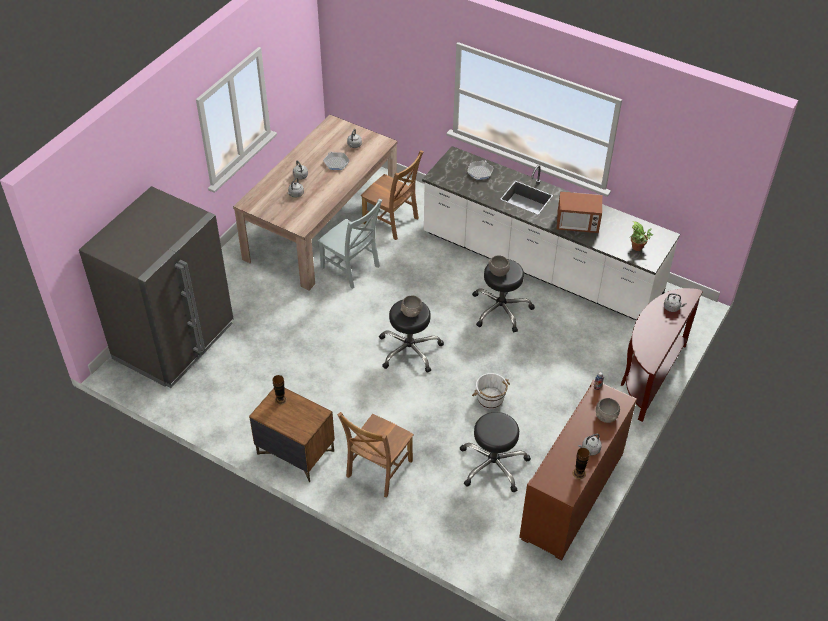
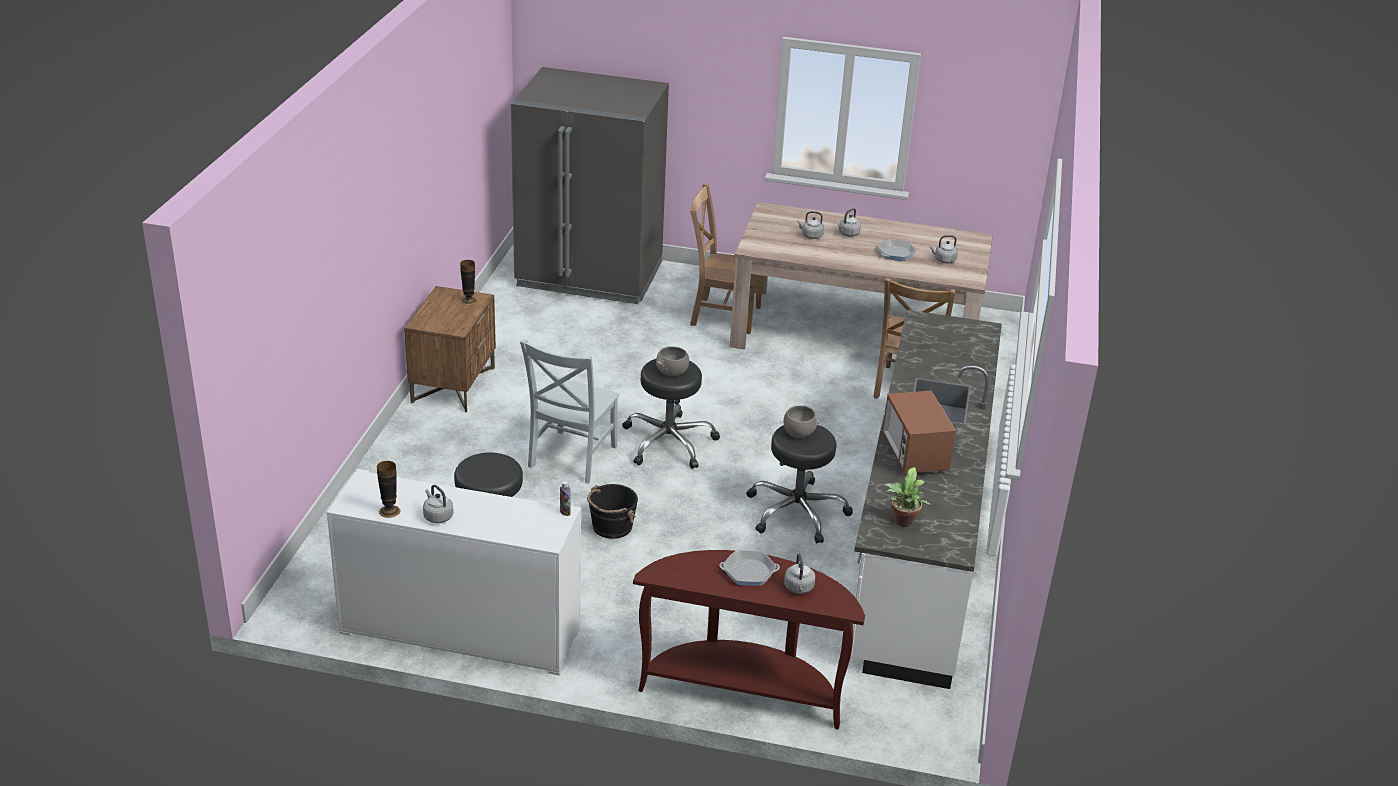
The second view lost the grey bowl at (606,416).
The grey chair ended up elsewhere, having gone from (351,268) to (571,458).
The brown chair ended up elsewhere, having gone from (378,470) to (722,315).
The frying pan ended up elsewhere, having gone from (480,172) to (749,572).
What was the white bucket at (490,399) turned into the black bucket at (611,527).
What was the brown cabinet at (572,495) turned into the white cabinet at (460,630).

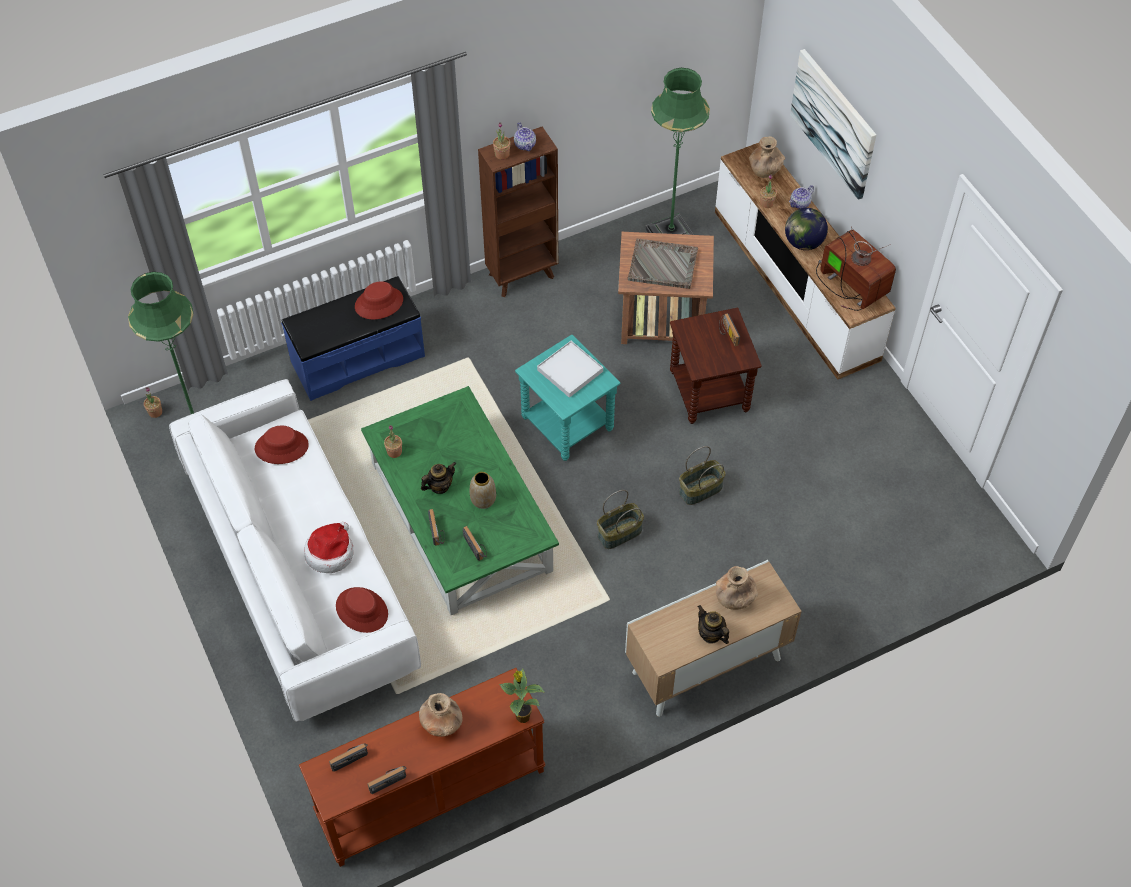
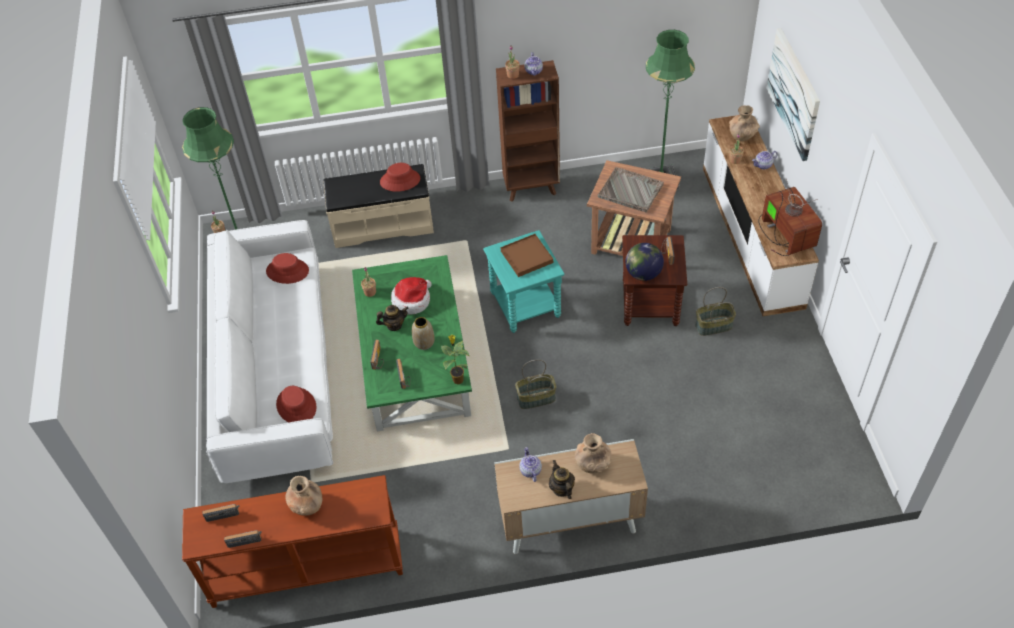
The second view gained the teapot at (530,470).
The hat ended up elsewhere, having gone from (330,552) to (412,300).
The potted plant ended up elsewhere, having gone from (522,715) to (458,379).
The basket ended up elsewhere, having gone from (700,490) to (713,326).
The globe ended up elsewhere, having gone from (803,243) to (643,274).
What was the blue bench at (357,358) turned into the beige bench at (382,224).
What was the white tray at (570,371) turned into the brown tray at (526,257).

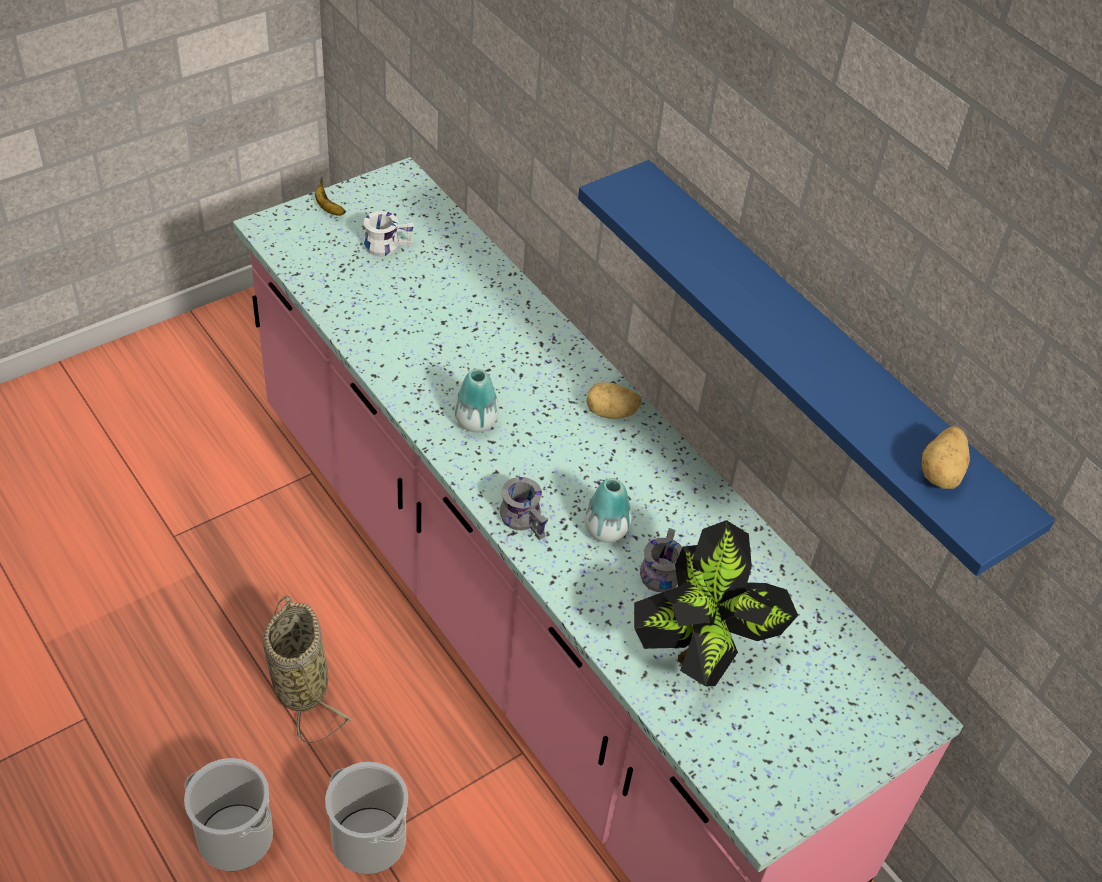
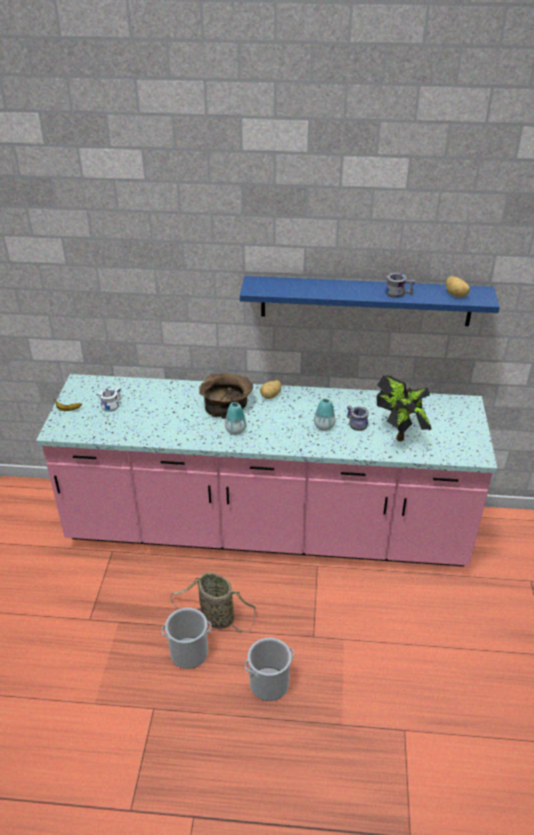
The second view gained the brown bowl at (226,404).
The bucket ended up elsewhere, having gone from (369,840) to (189,652).
The grey mug ended up elsewhere, having gone from (526,518) to (397,292).

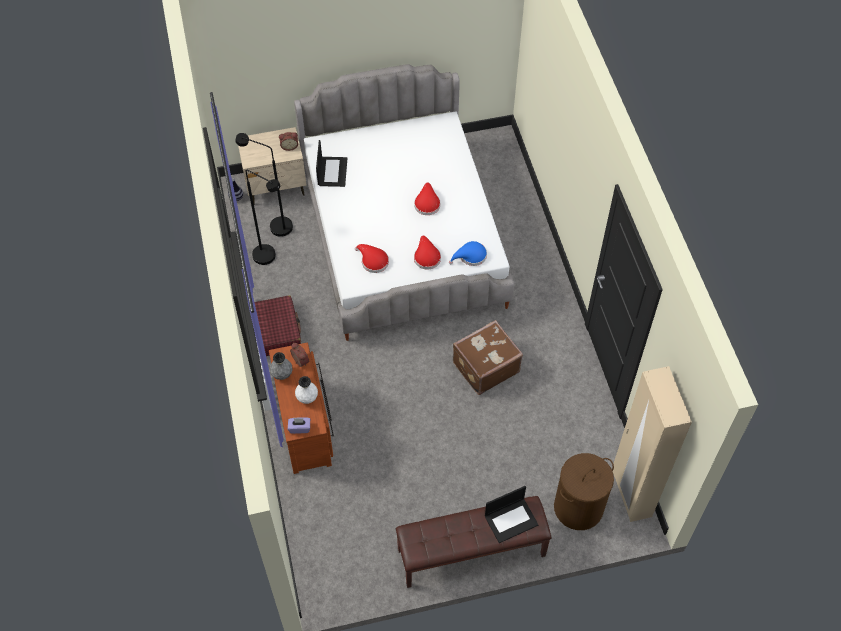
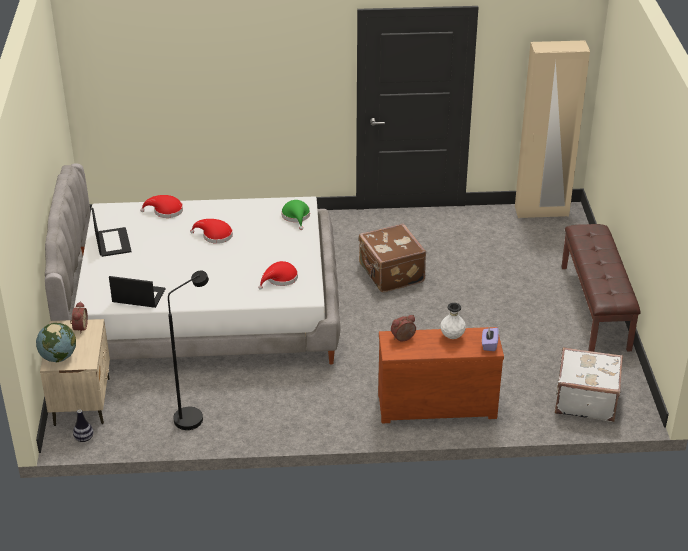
The second view lost the black floor lamp at (275,226).
The second view lost the red suitcase at (276,331).
The second view lost the grey vase at (282,374).
The second view lost the brown laundry basket at (578,508).
The second view gained the globe at (58,357).
The second view gained the white suitcase at (585,400).
The red hat ended up elsewhere, having gone from (426,257) to (165,211).
The laptop ended up elsewhere, having gone from (511,520) to (112,242).
What was the blue hat at (470,256) turned into the green hat at (296,216).

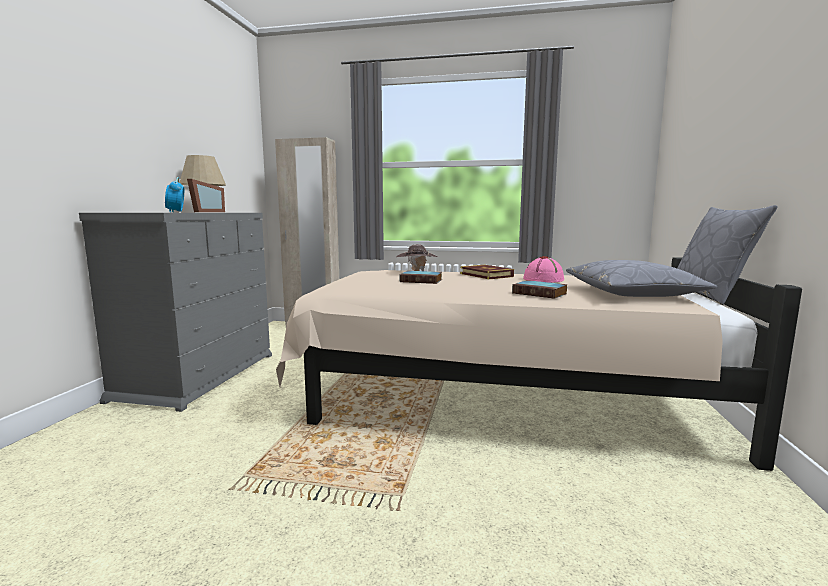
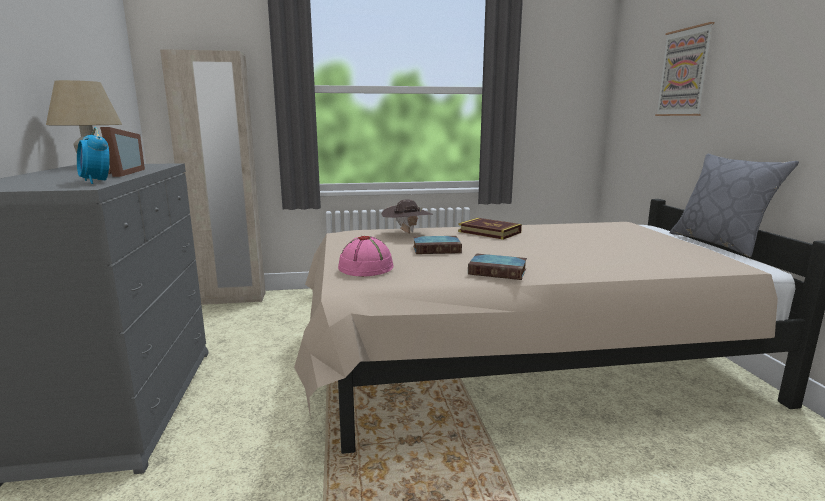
The second view lost the grey pillow at (631,293).
The second view gained the picture at (684,72).
The book ended up elsewhere, having gone from (541,293) to (499,271).
The pink hat ended up elsewhere, having gone from (543,279) to (366,267).

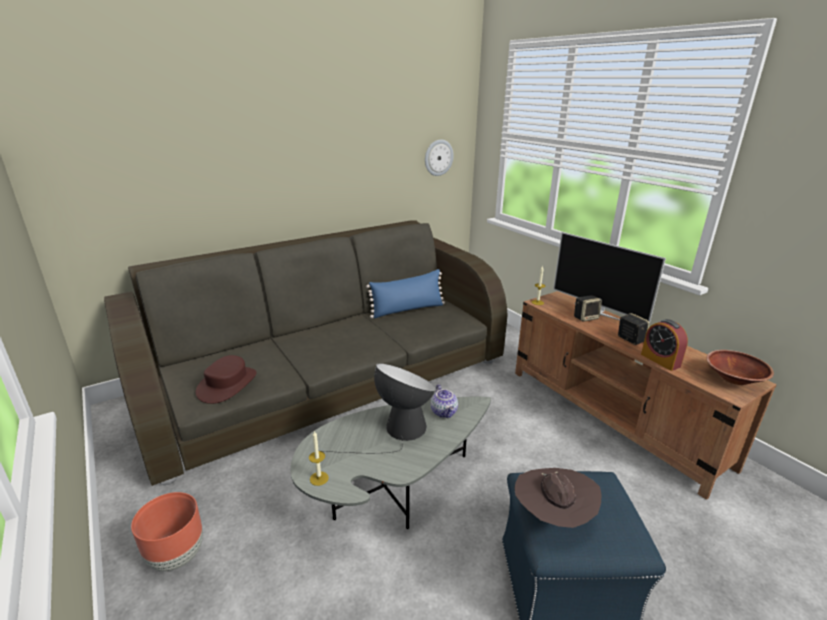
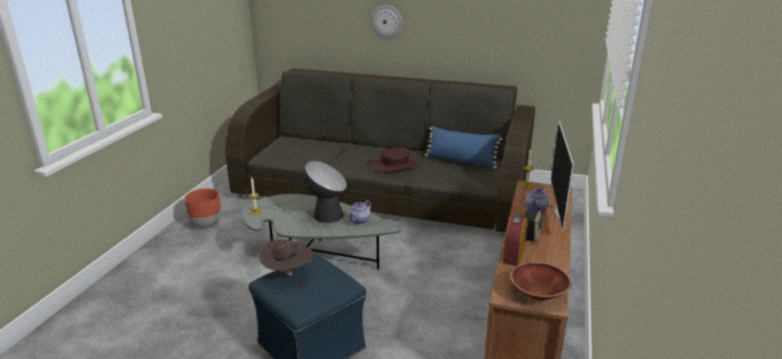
The brown hat ended up elsewhere, having gone from (227,384) to (394,166).
The wall clock ended up elsewhere, having gone from (438,157) to (387,21).
Where the speaker stood at (586,317), the teapot came to stand at (536,209).

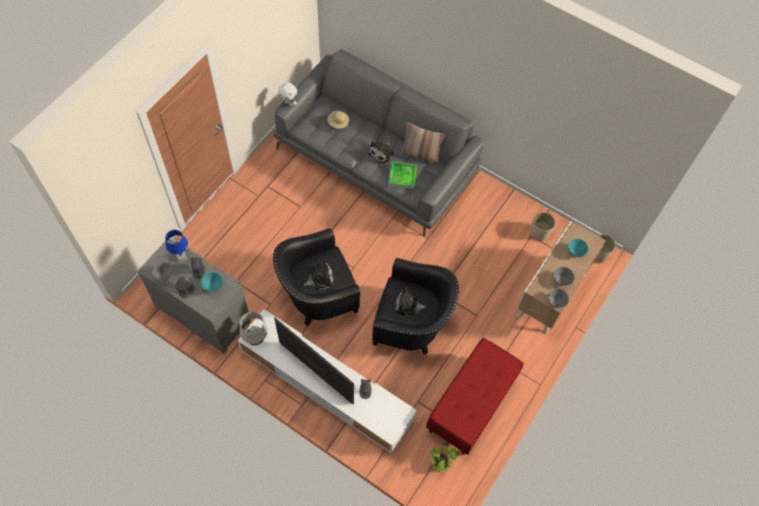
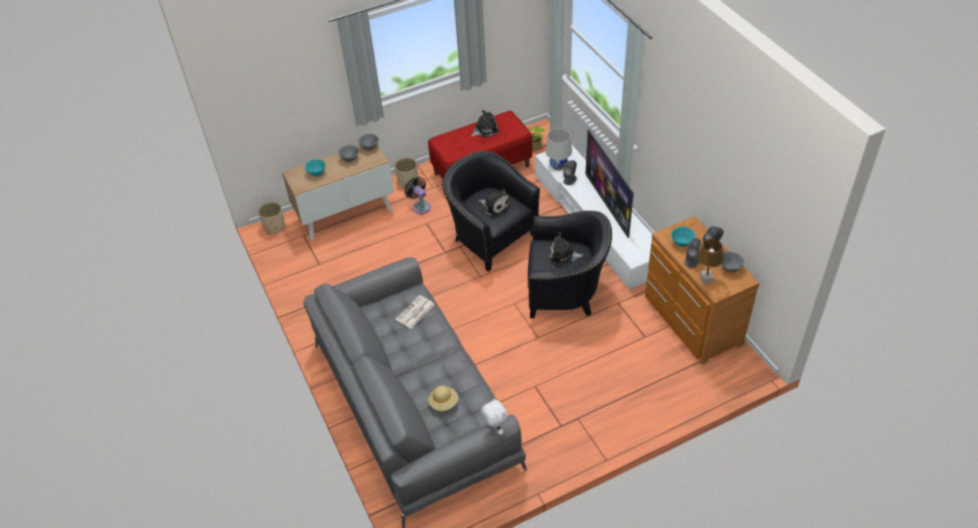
The second view lost the pillow at (420,155).
The second view gained the black fan at (420,206).
The white table lamp ended up elsewhere, having gone from (255,338) to (558,165).
The plush toy ended up elsewhere, having gone from (382,153) to (485,129).
The beige planter ended up elsewhere, having gone from (539,232) to (408,182).
Where the tray stood at (402,176), the newspaper came to stand at (415,312).
What was the grey dresser at (204,311) turned into the brown dresser at (690,321).
What was the blue table lamp at (181,257) turned into the brown table lamp at (706,278).

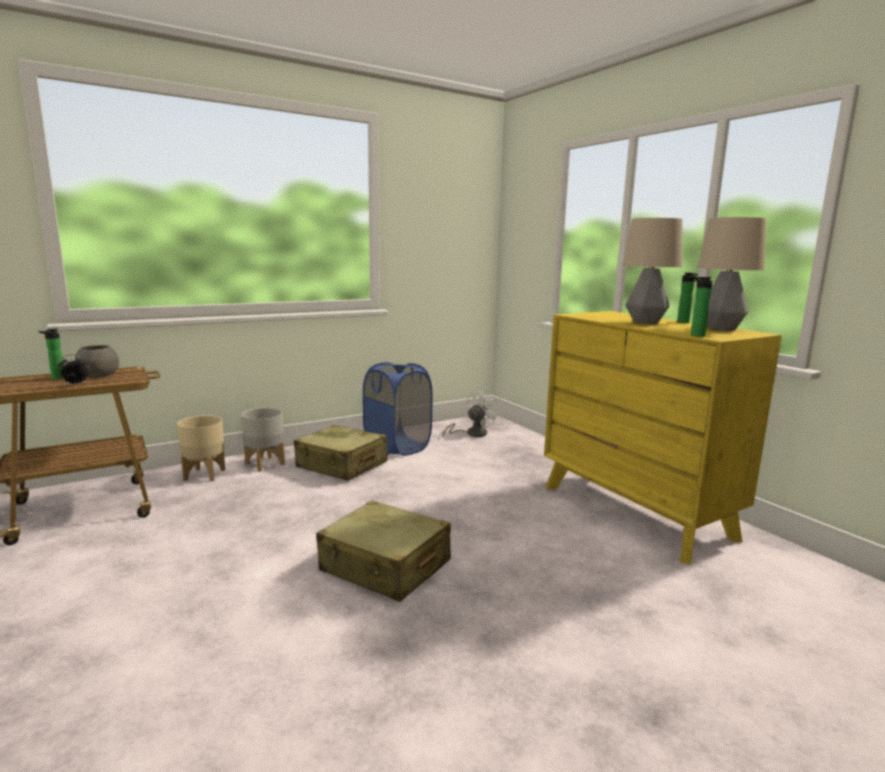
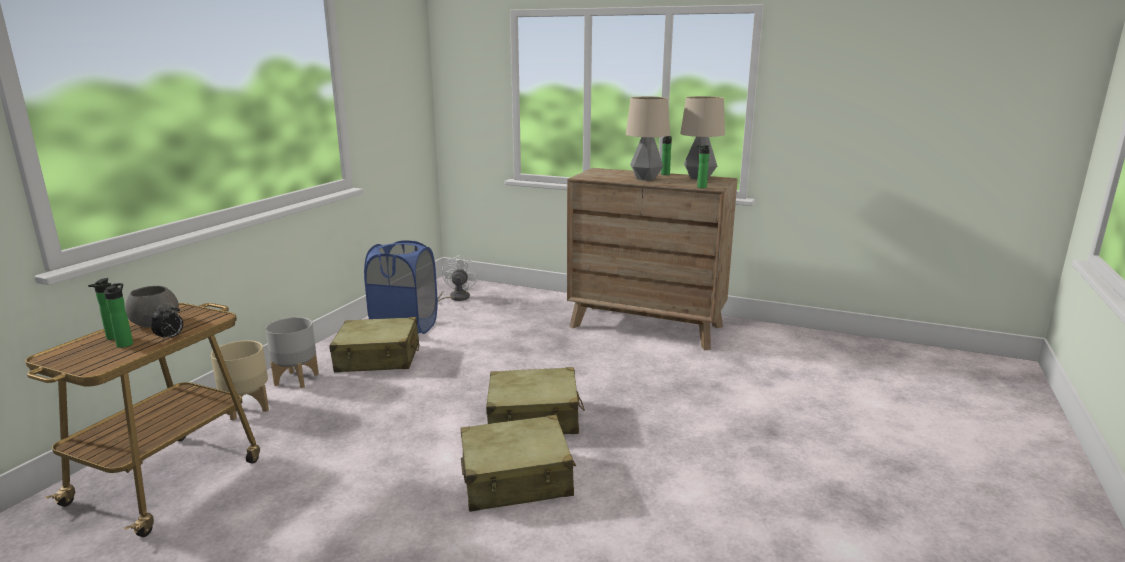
The second view gained the bottle at (126,344).
The second view gained the beige suitcase at (516,479).
What was the yellow dresser at (635,511) turned into the brown dresser at (646,326).

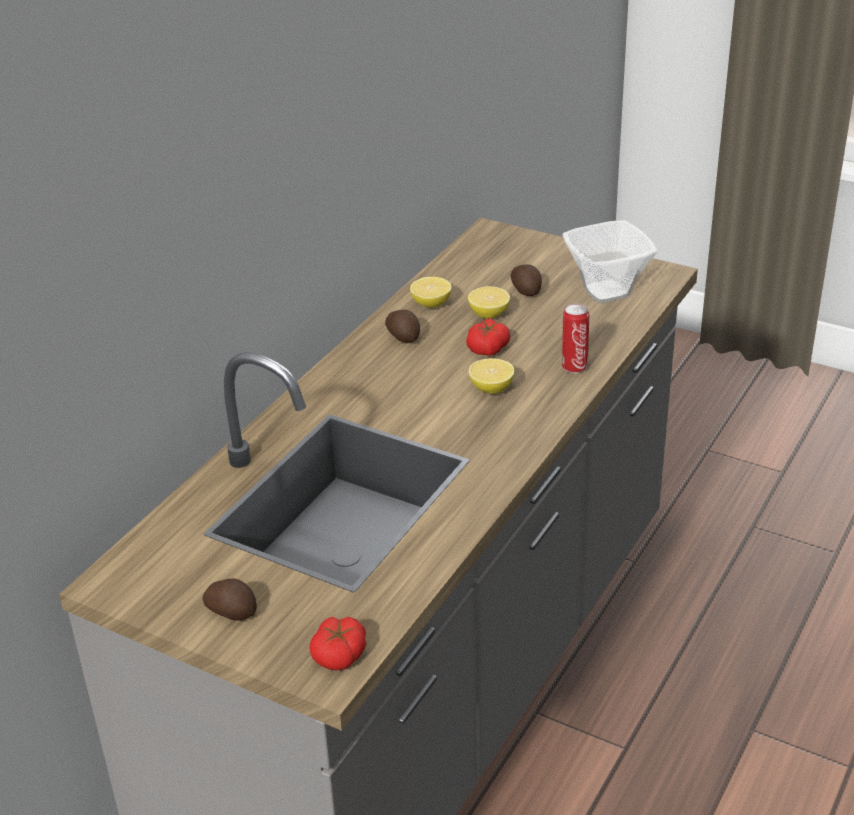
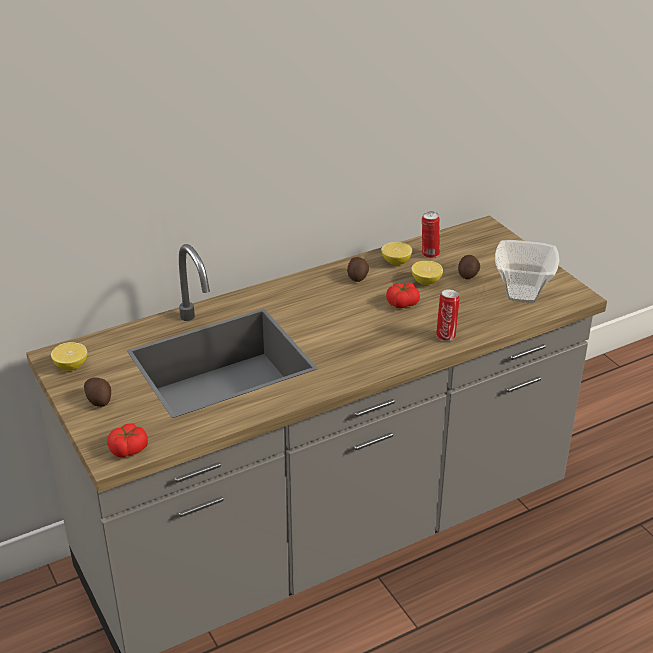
The second view gained the can at (429,254).
The lemon ended up elsewhere, having gone from (491,388) to (71,366).

